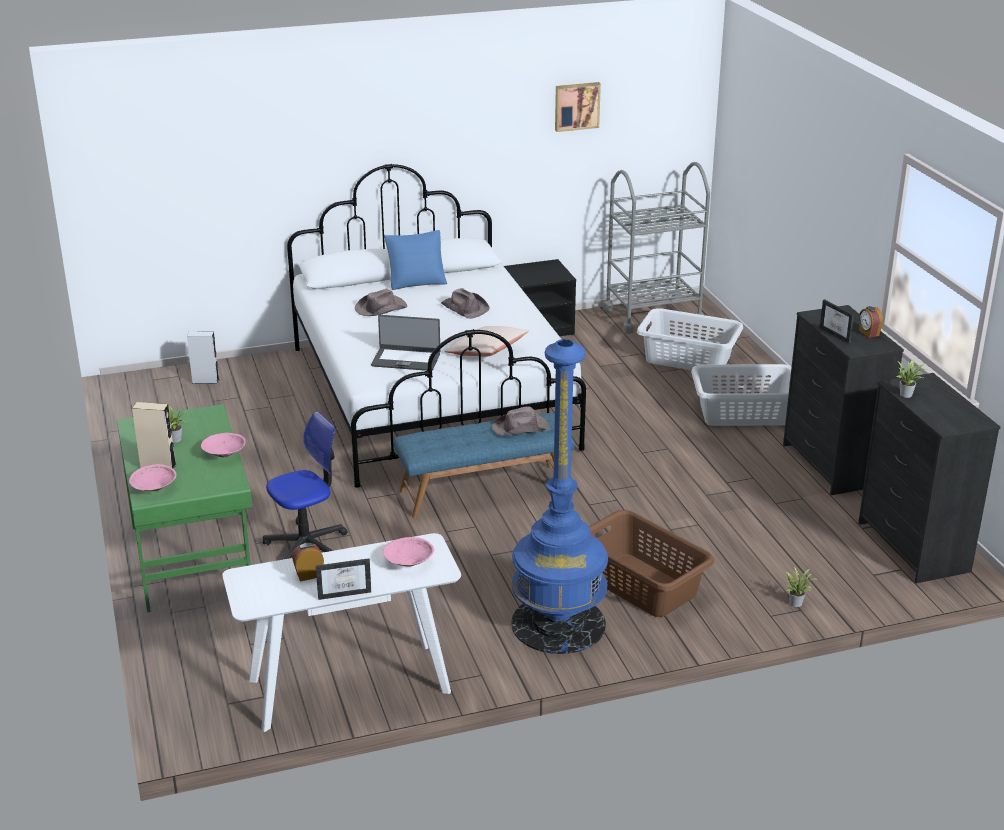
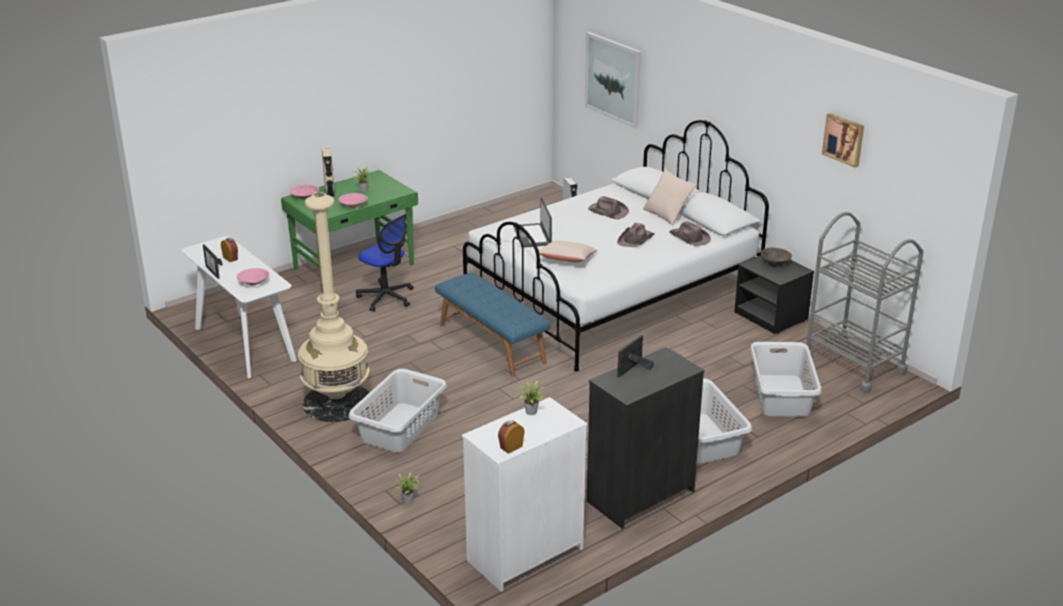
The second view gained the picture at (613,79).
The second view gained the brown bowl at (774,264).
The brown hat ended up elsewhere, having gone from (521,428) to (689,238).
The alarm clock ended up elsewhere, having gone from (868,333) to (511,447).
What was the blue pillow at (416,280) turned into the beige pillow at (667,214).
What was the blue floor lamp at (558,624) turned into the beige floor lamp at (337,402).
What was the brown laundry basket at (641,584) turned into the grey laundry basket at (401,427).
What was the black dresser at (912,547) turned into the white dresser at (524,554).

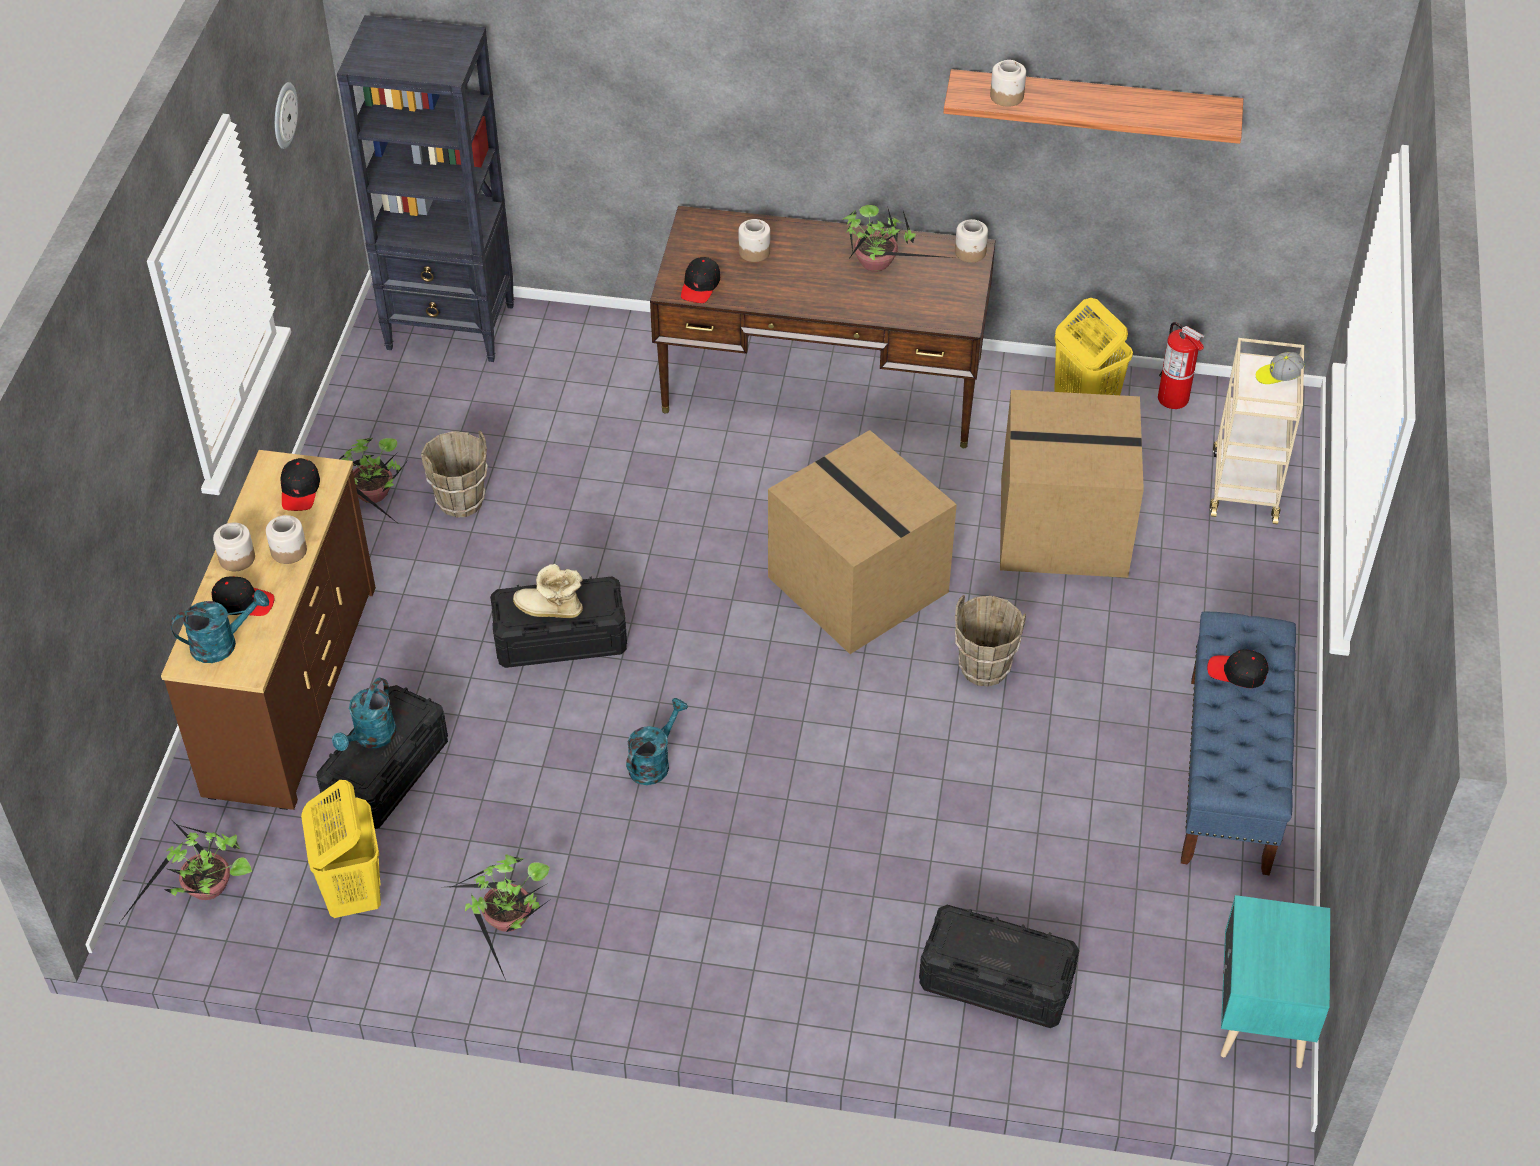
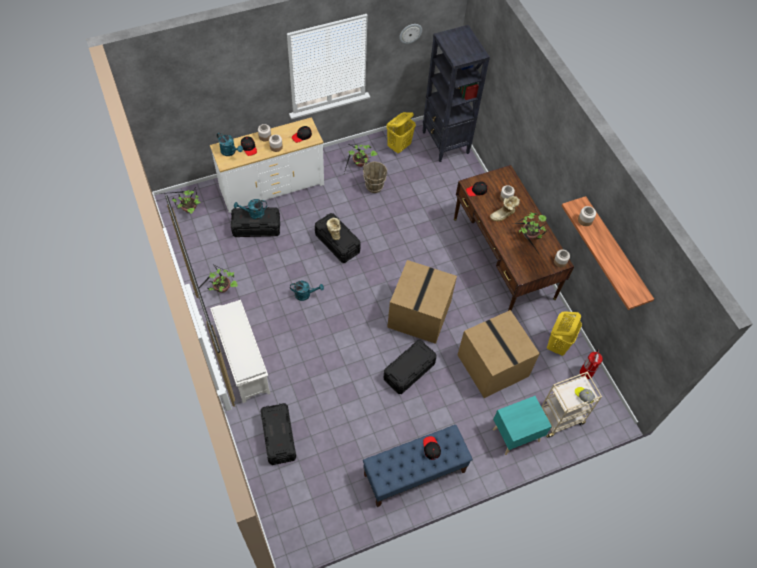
The second view gained the white shoe rack at (243,362).
The second view gained the boot at (503,215).
The yellow laundry basket ended up elsewhere, having gone from (353,892) to (399,146).
The turquoise nightstand ended up elsewhere, having gone from (1259,1018) to (515,434).
Where the brown bucket stood at (984,669), the black storage box came to stand at (409,371).
What was the brown dresser at (290,689) turned into the white dresser at (272,186).

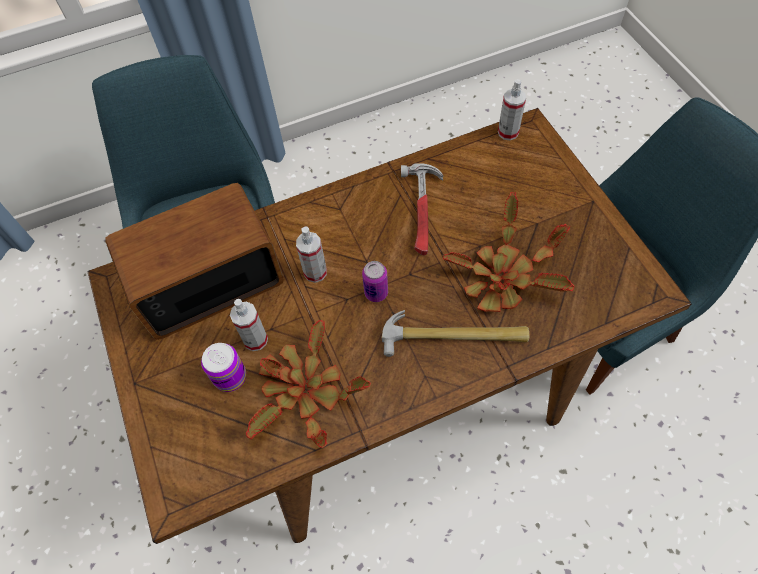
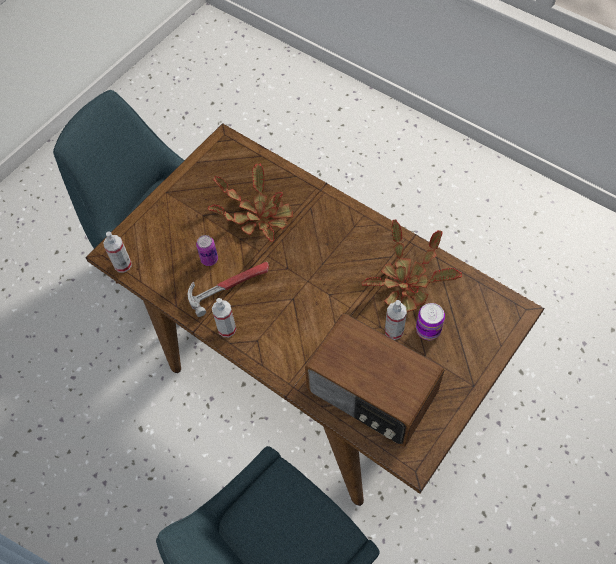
The second view lost the hammer at (454,337).
The spray bottle ended up elsewhere, having gone from (315,272) to (227,329).
The can ended up elsewhere, having gone from (376,293) to (209,259).

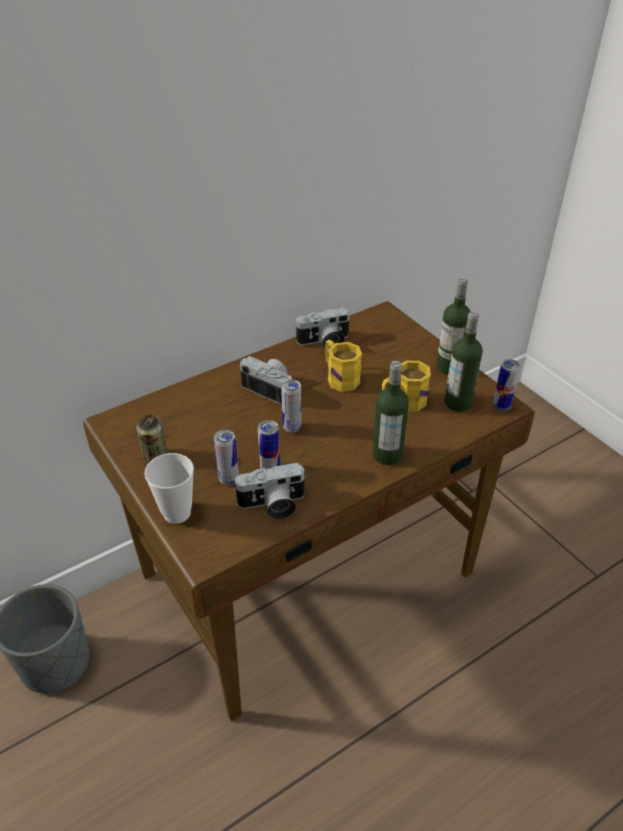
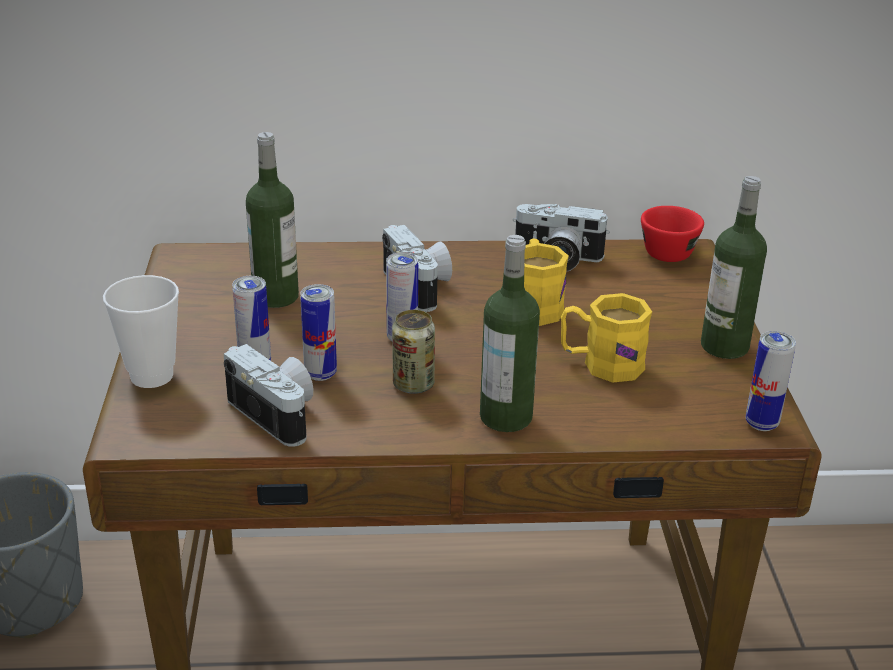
The second view gained the red cup at (669,250).
The can ended up elsewhere, having gone from (155,455) to (413,384).
The bottle ended up elsewhere, having gone from (458,403) to (275,297).
The photo camera at (272,505) ended up facing another way, 150 degrees counterclockwise from before.

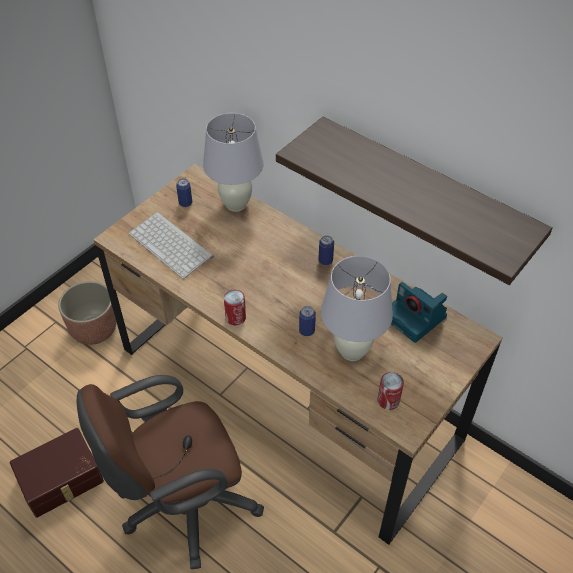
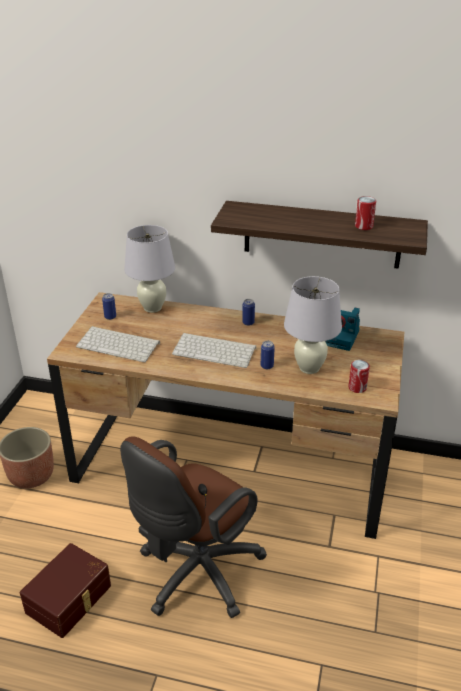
The second view gained the keyboard at (215,350).
The can ended up elsewhere, having gone from (235,317) to (363,226).

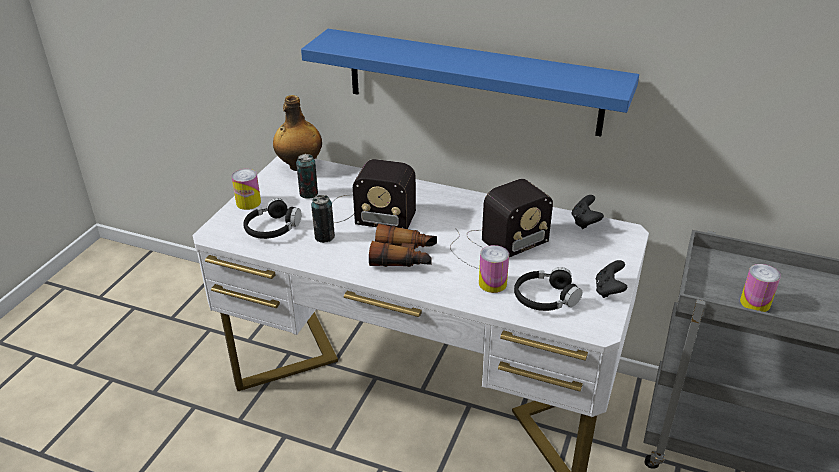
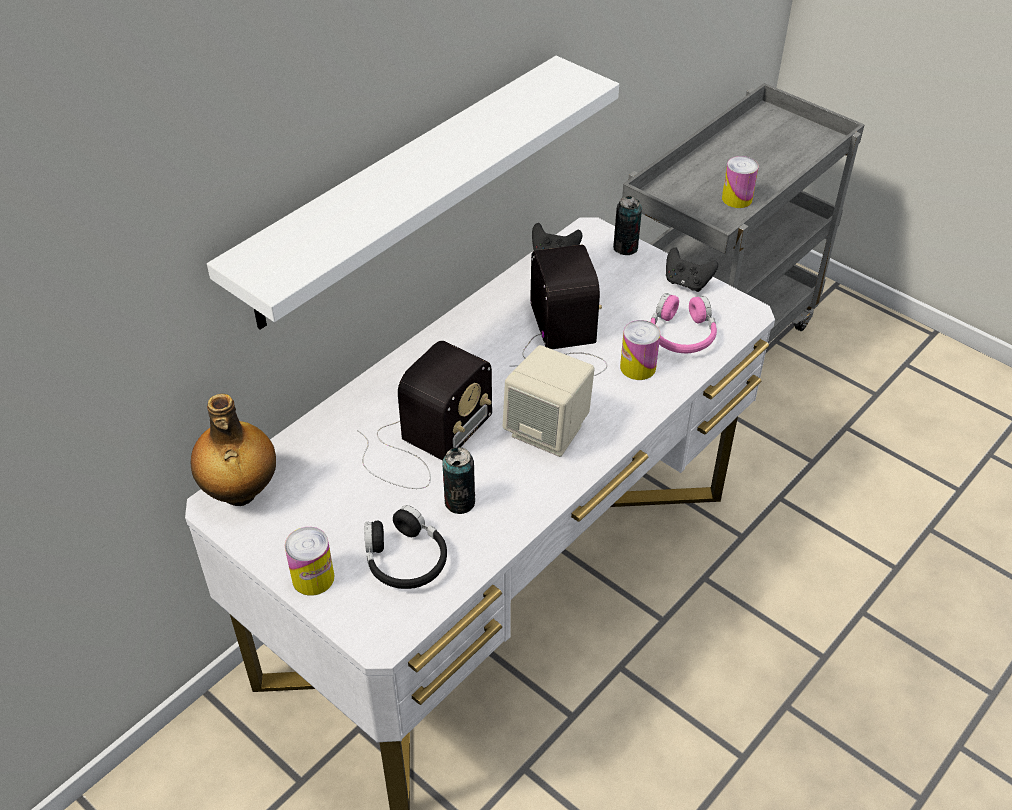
The can ended up elsewhere, having gone from (308,194) to (625,248).
Where the binoculars stood at (404,257), the beige speaker came to stand at (548,431).
What was the blue shelf at (472,82) turned into the white shelf at (402,191).
What was the black headphones at (545,298) turned into the pink headphones at (681,334).

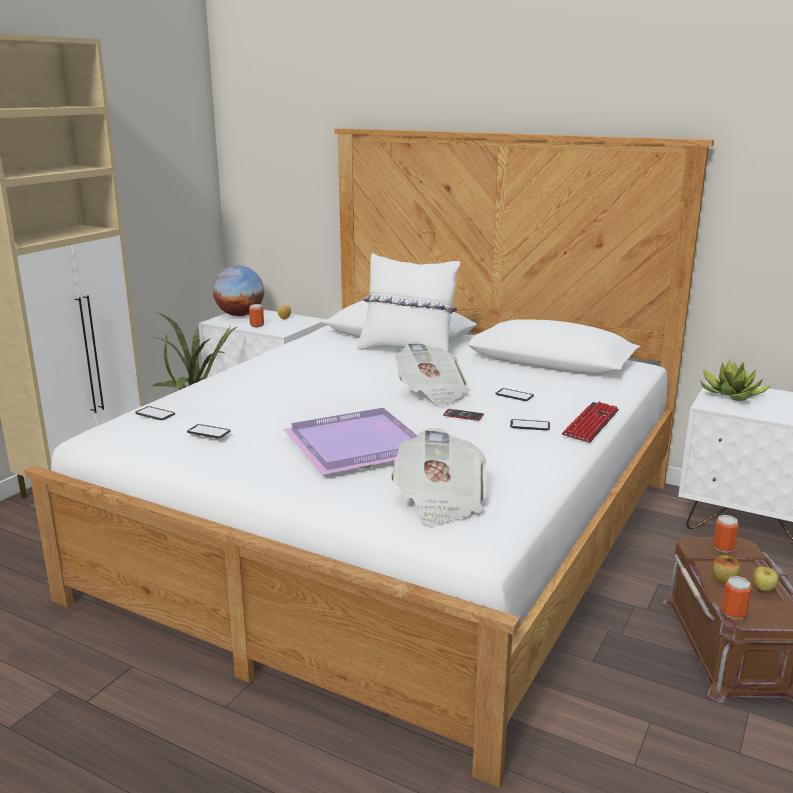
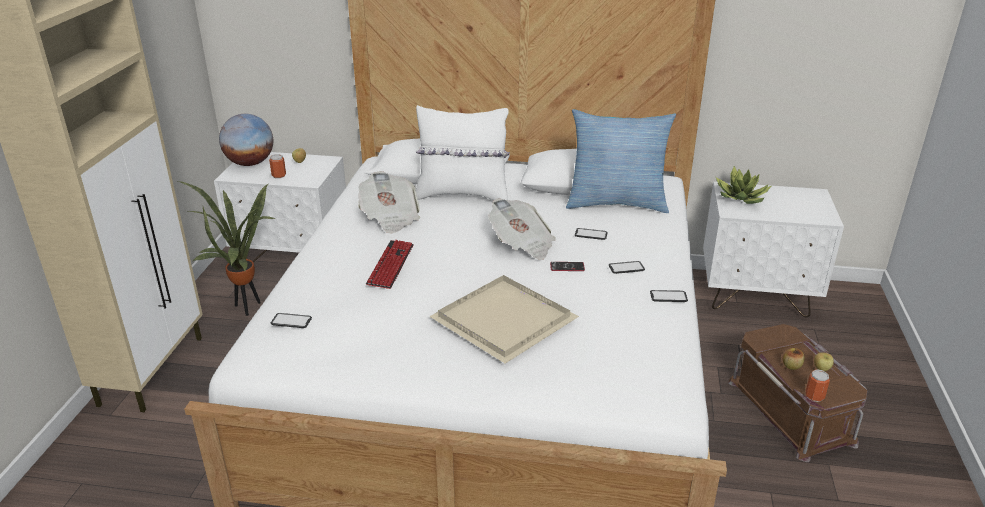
The second view lost the can at (723,547).
The second view gained the pillow at (616,203).
The phone ended up elsewhere, having gone from (208,432) to (668,296).
The newspaper ended up elsewhere, having gone from (439,501) to (390,217).
The keyboard ended up elsewhere, having gone from (591,423) to (390,265).
What was the purple tray at (360,446) turned into the beige tray at (507,320).

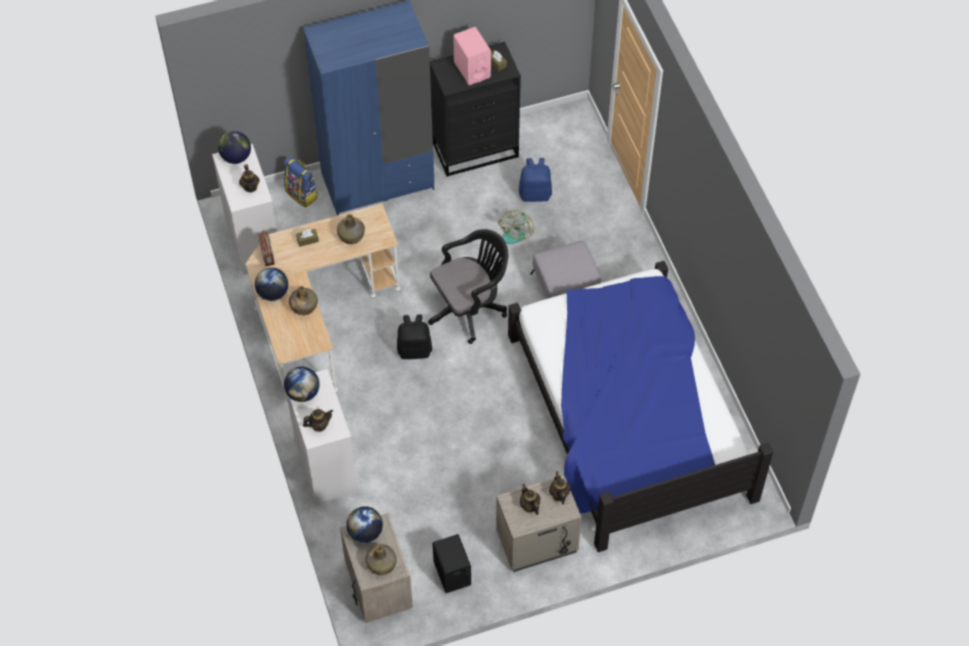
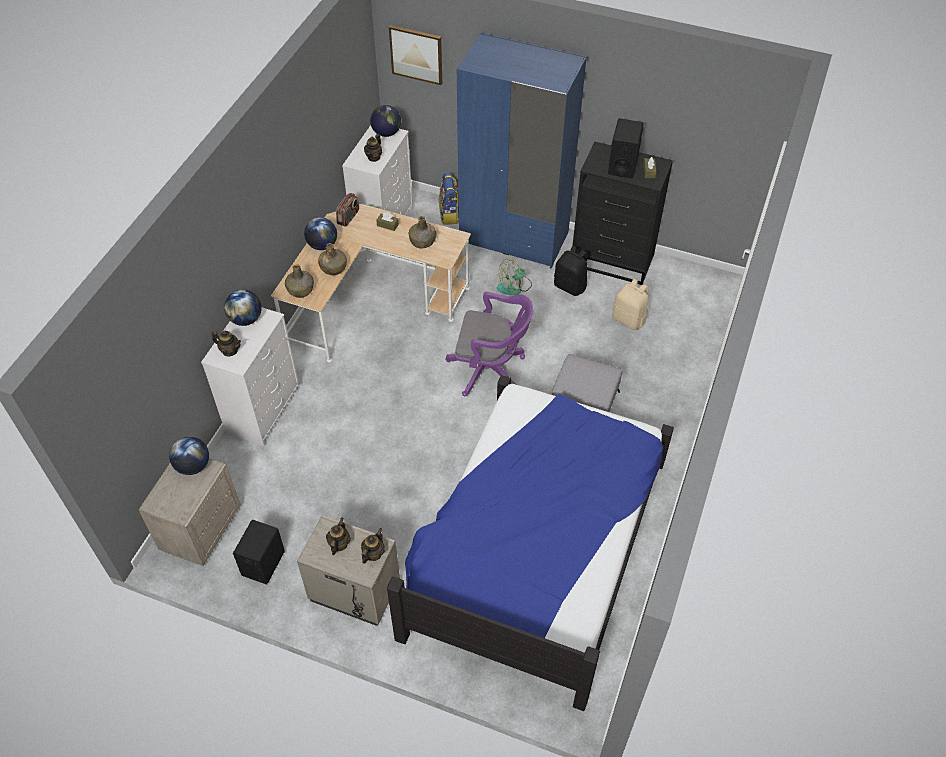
The second view gained the picture at (416,54).
The green bottle ended up elsewhere, having gone from (381,564) to (301,290).
The black backpack ended up elsewhere, having gone from (415,350) to (570,286).
The fan ended up elsewhere, having gone from (515,231) to (514,286).
What was the black office chair at (470,308) turned into the purple office chair at (491,370).
What was the pink speaker at (472,69) turned into the black speaker at (623,165).
What was the blue backpack at (535,193) turned into the beige backpack at (629,319).

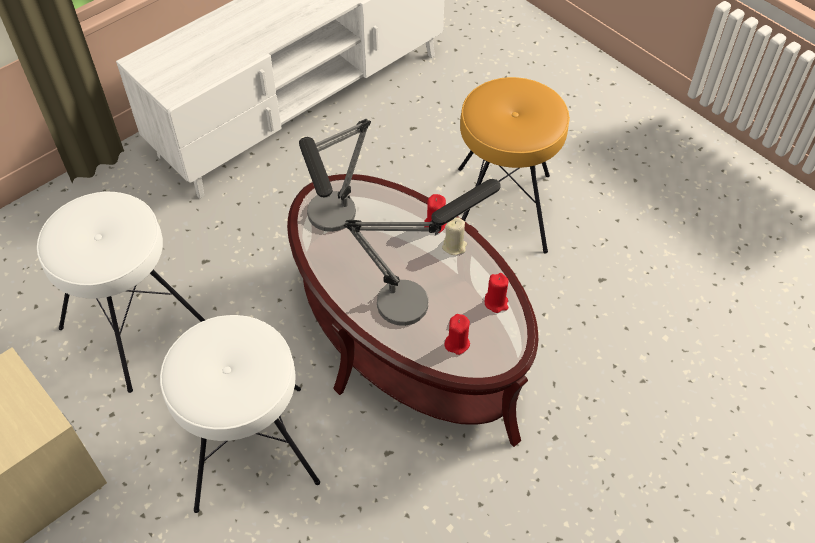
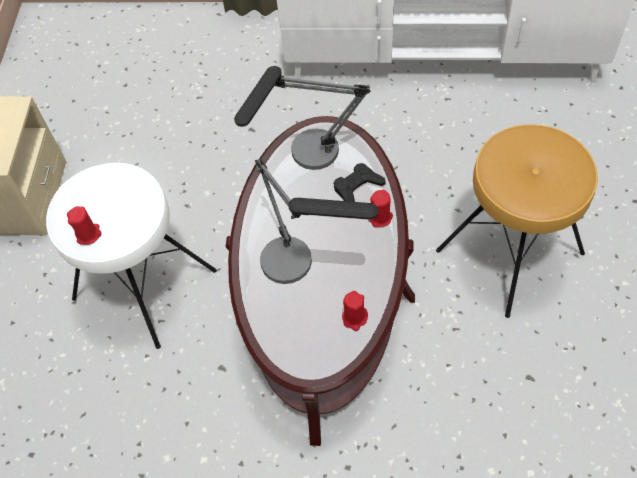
The second view lost the white stool at (135,325).
The second view lost the beige candle at (454,246).
The second view gained the black game controller at (357,187).
The red candle ended up elsewhere, having gone from (457,343) to (88,234).

